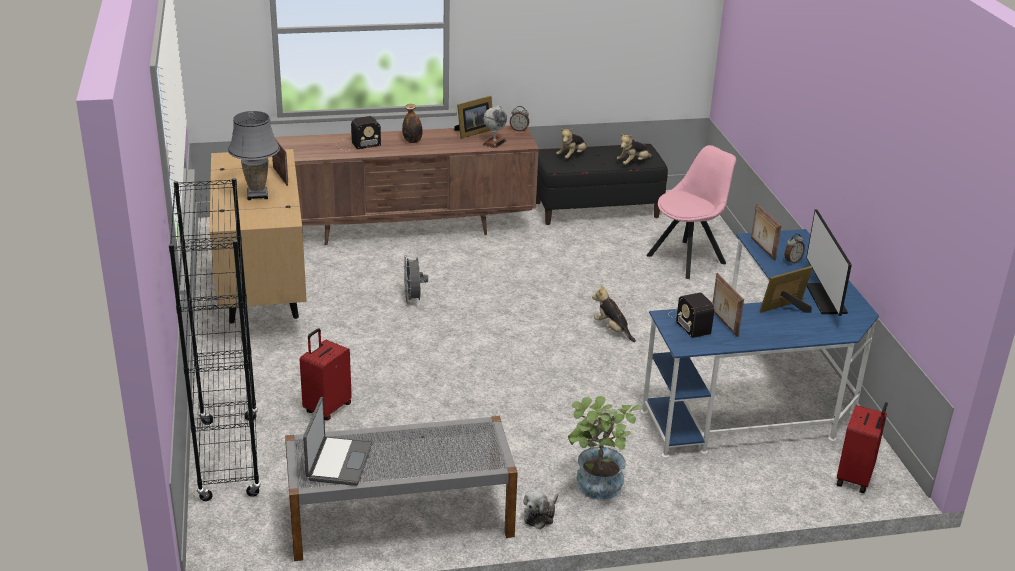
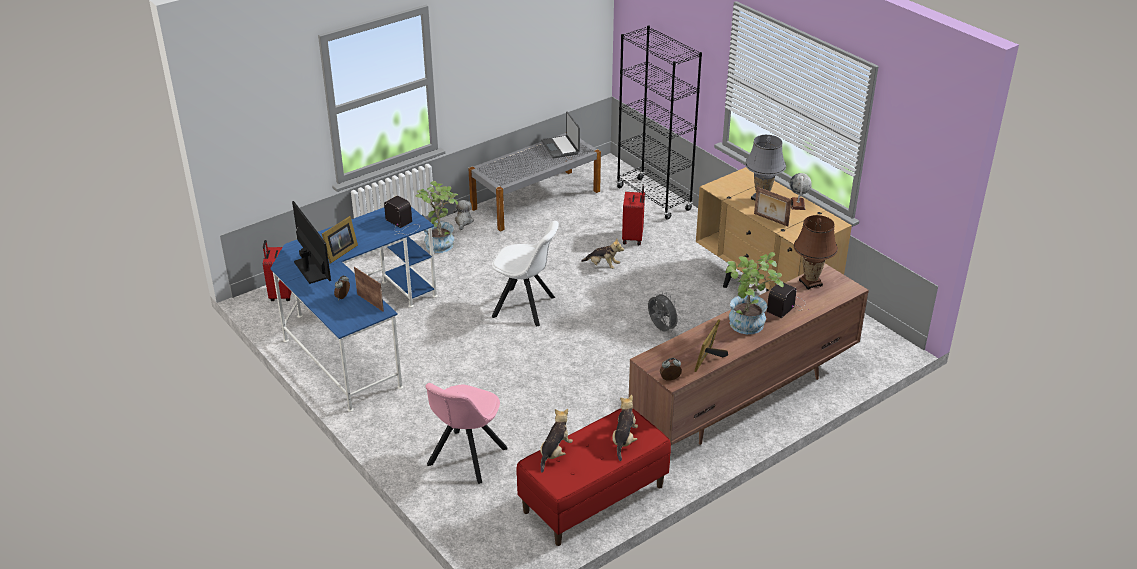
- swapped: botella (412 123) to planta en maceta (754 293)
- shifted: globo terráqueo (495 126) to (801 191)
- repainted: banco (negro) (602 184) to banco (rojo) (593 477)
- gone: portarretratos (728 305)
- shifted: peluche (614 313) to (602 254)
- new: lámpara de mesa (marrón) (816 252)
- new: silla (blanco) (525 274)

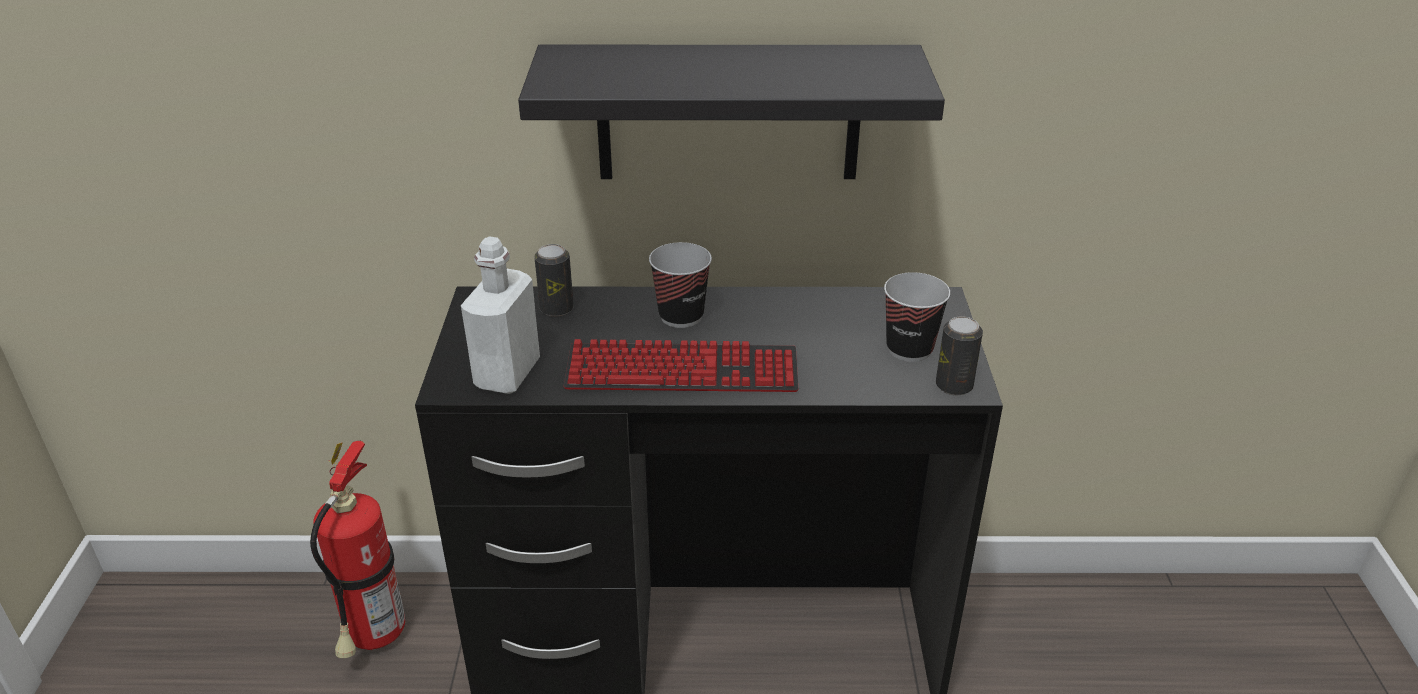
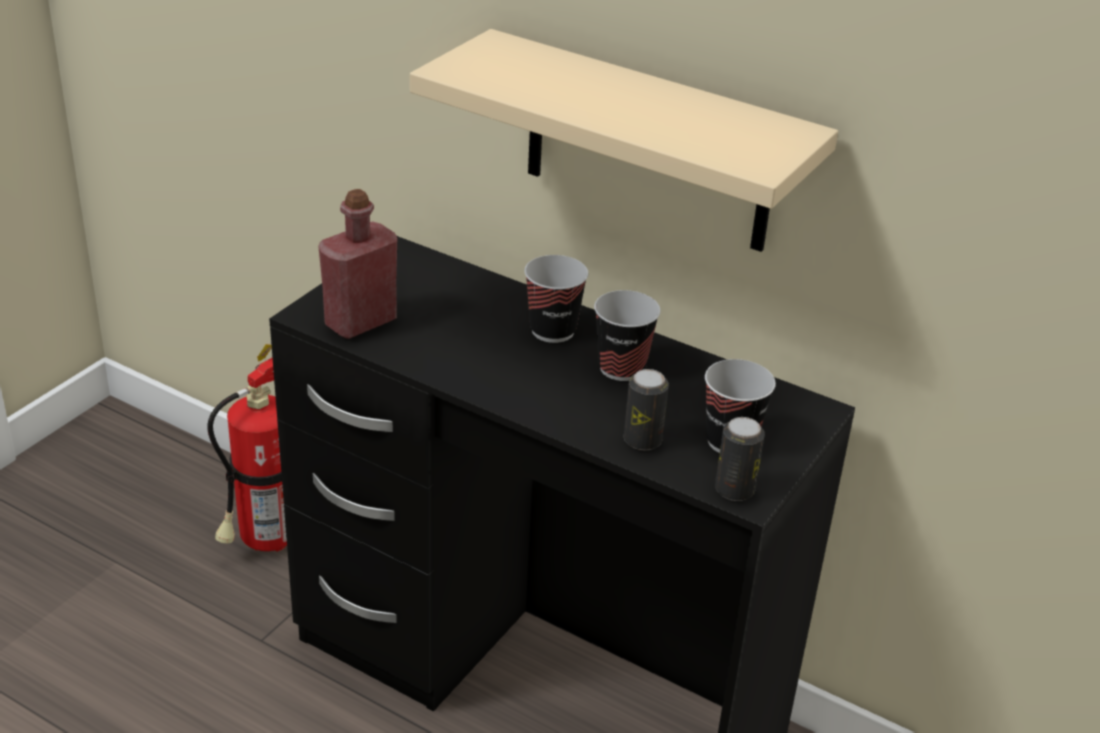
- repainted: estante (negro) (731 112) to estante (beis) (624 140)
- repainted: botella (blanco) (500 315) to botella (rojo) (357 264)
- shifted: lata (554 280) to (646 409)
- gone: teclado (681 365)
- new: taza (627 335)

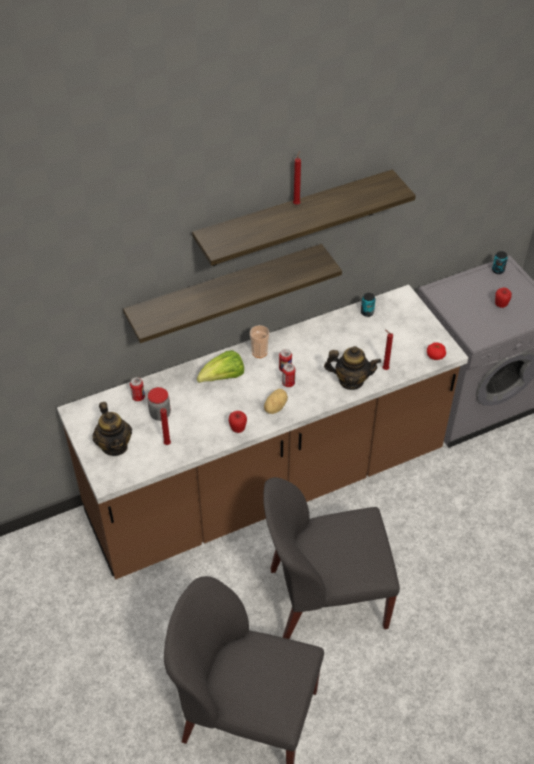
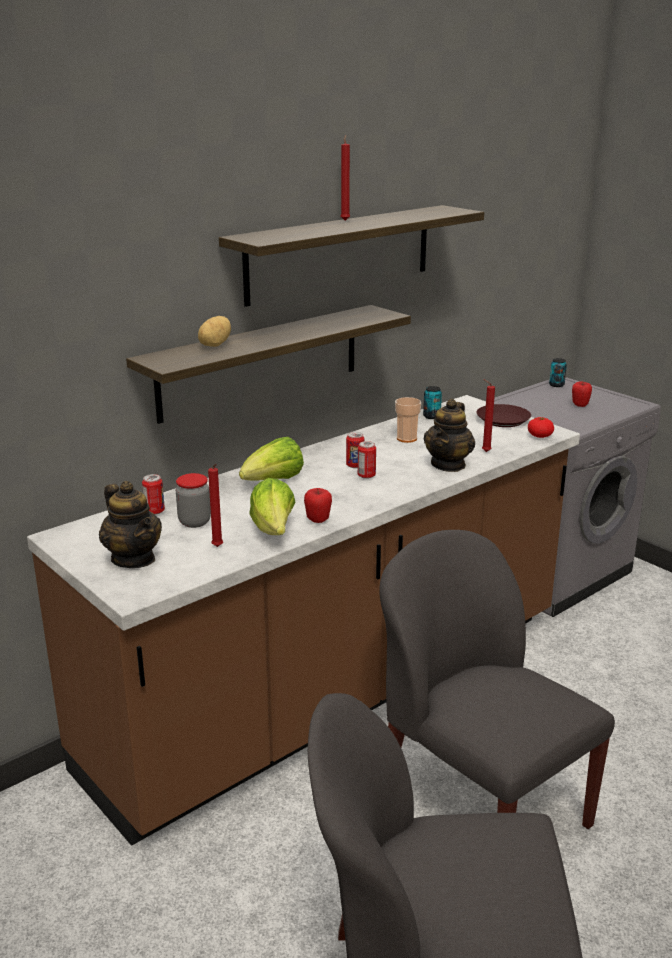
- shifted: taza (259 341) to (408 420)
- rotated: tetera (352 368) = (449 435) 120 degrees clockwise
- shifted: patata (276 401) to (214 331)
- rotated: silla (gris) (331 558) = (497 679) 75 degrees clockwise
- new: plato (marrón) (503 415)
- new: lechuga (272 506)

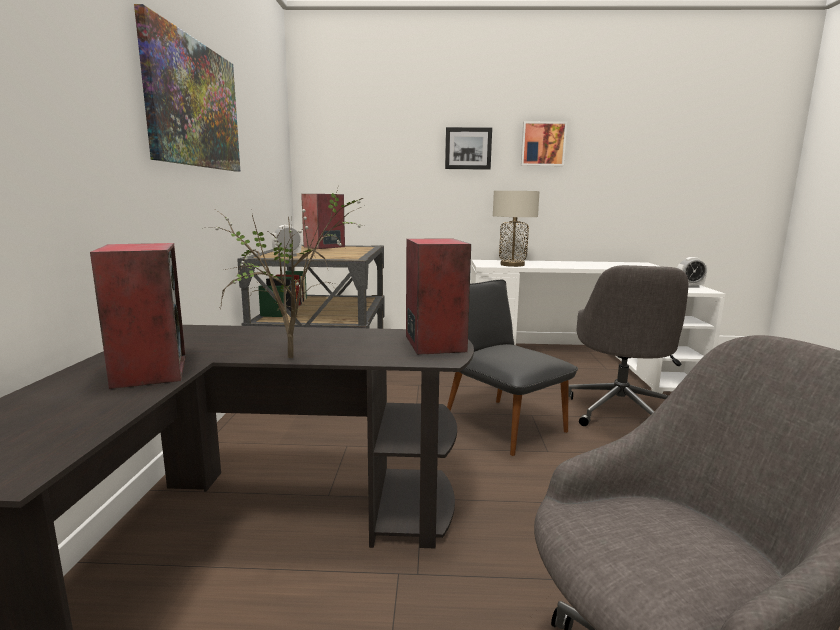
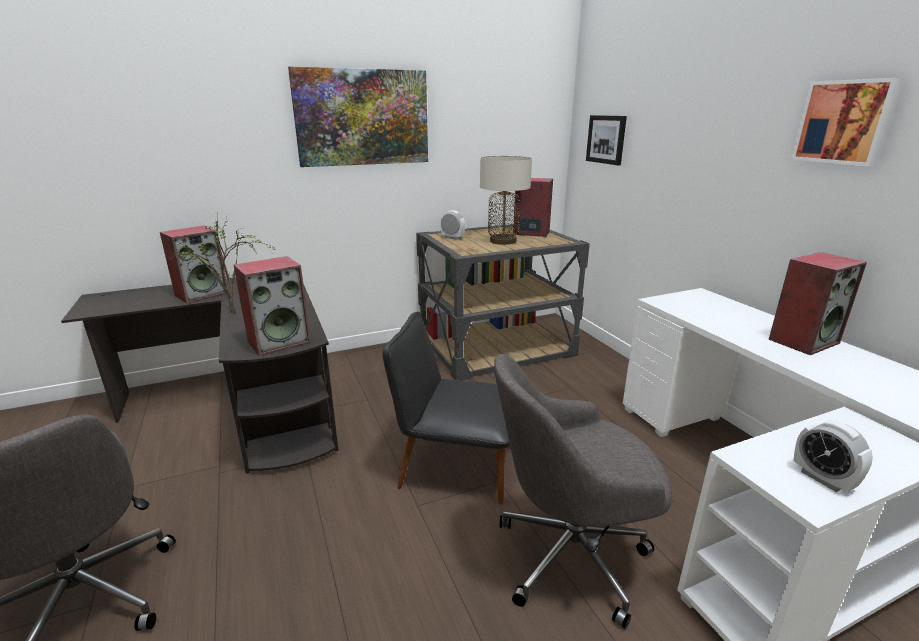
- shifted: cuadro (468 148) to (606 140)
- shifted: lámpara de mesa (516 229) to (506 200)
- rotated: silla (negro) (512 368) = (446 408) 105 degrees counterclockwise
- new: altavoz (818 303)

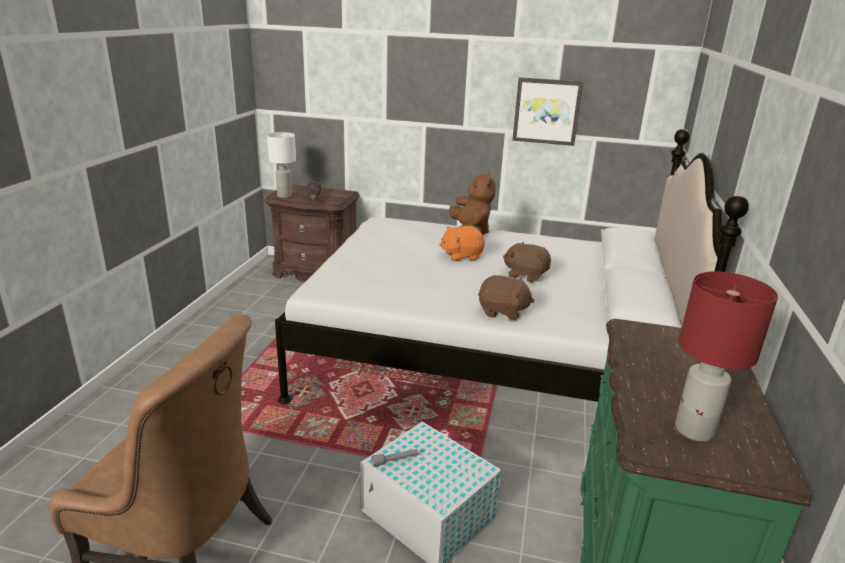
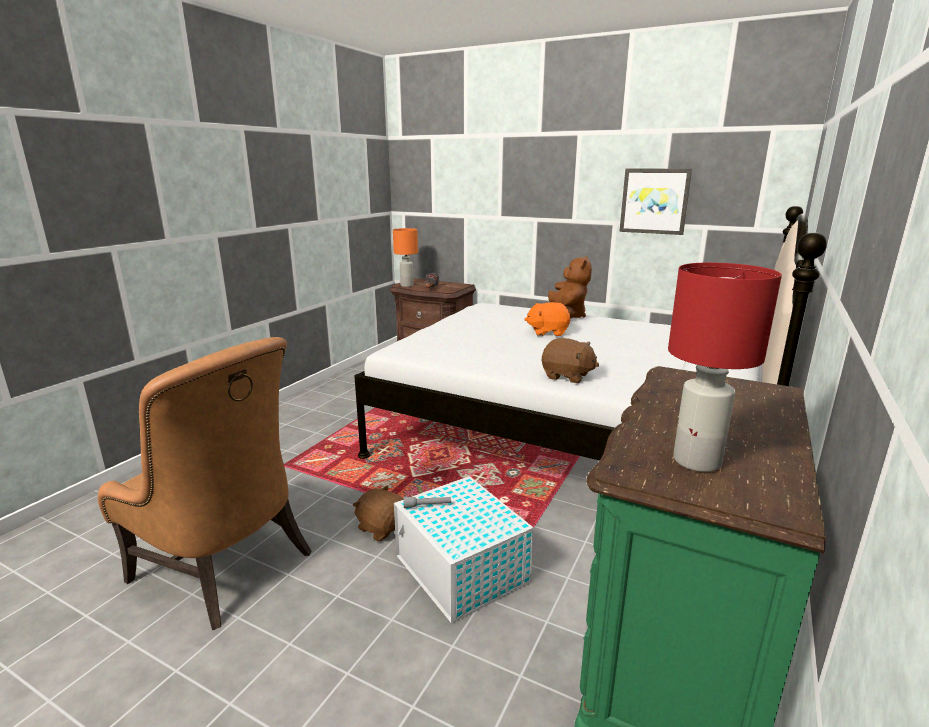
- repainted: lámpara de mesa (blanco) (281 165) to lámpara de mesa (naranja) (405 257)
- shifted: peluche (marrón) (527 262) to (378 513)

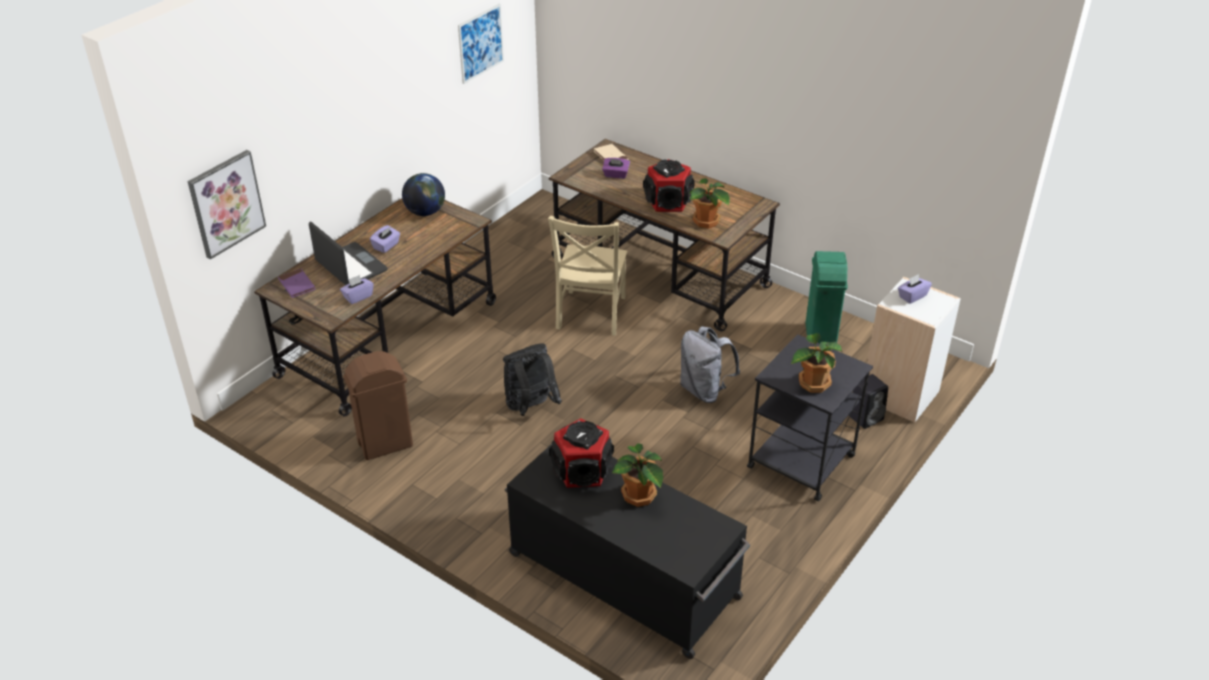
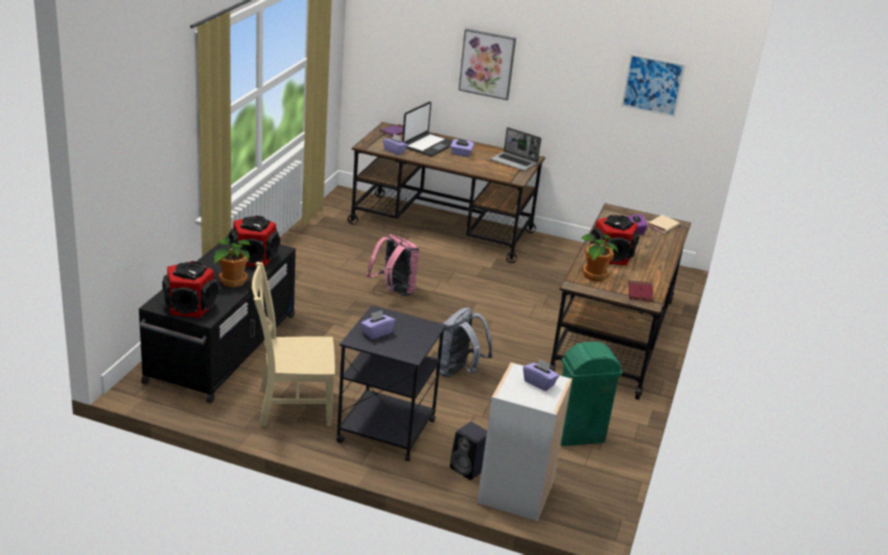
- shifted: cuadro (227 204) to (487 64)
- swapped: globo terráqueo (423 194) to portátil (515 149)
- shifted: silla (beis) (587 276) to (293 344)
- swapped: planta en maceta (816 363) to caja de pañuelos (morado) (378 324)
- repainted: mochila (negro) (532 379) to mochila (rosa) (393 265)
- gone: papelera (marrón) (378 405)
- new: altavoz (190 289)
- new: libro (rojo) (641 291)

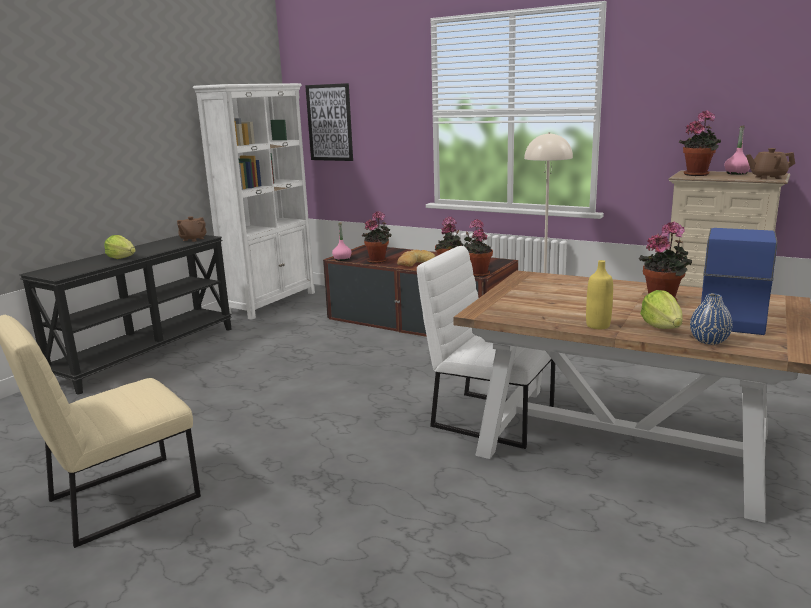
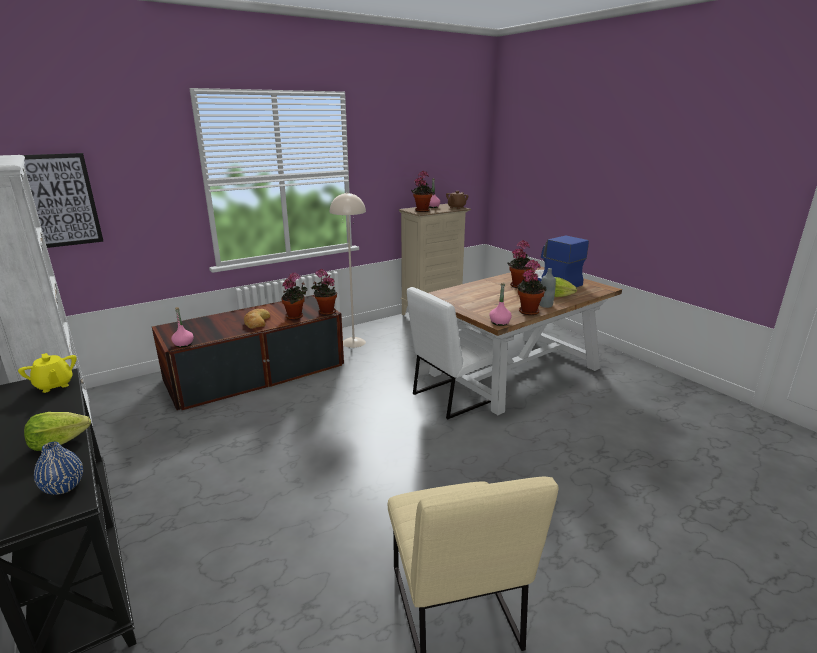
- shifted: planta en maceta (377 237) to (531 287)
- repainted: tetera (marrón) (191 229) to tetera (amarillo) (47 373)
- repainted: botella (amarillo) (599 294) to botella (gris) (547 288)
- shifted: florero (azul) (711 319) to (58 468)
- new: botella (rosa) (500 304)

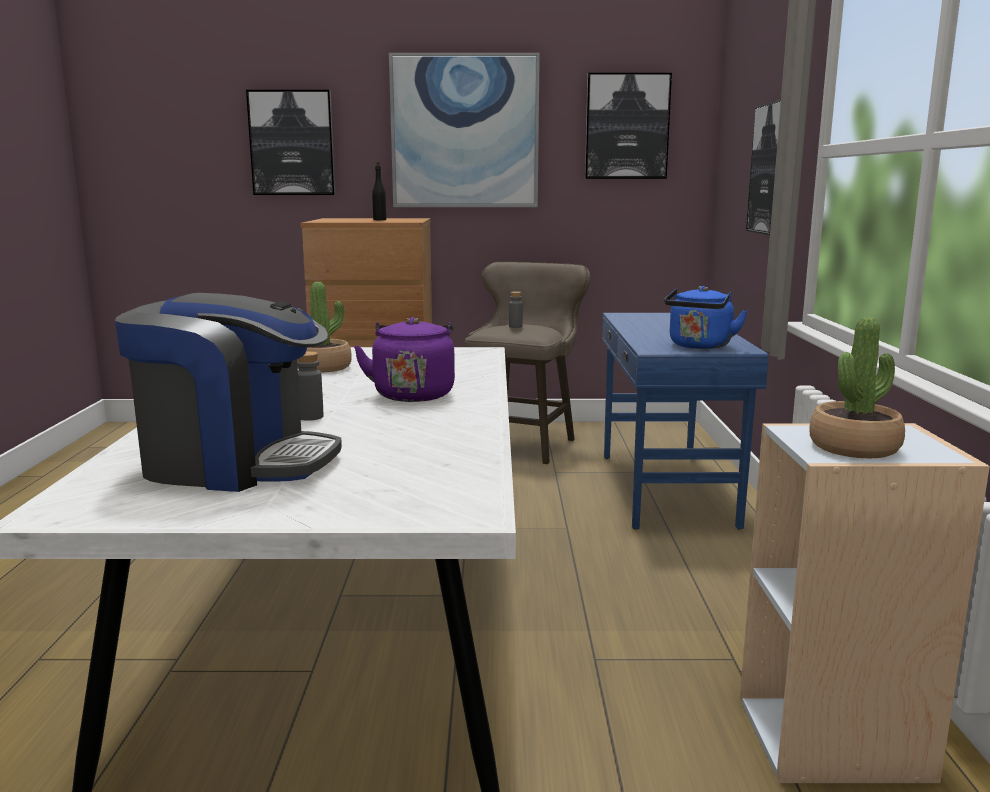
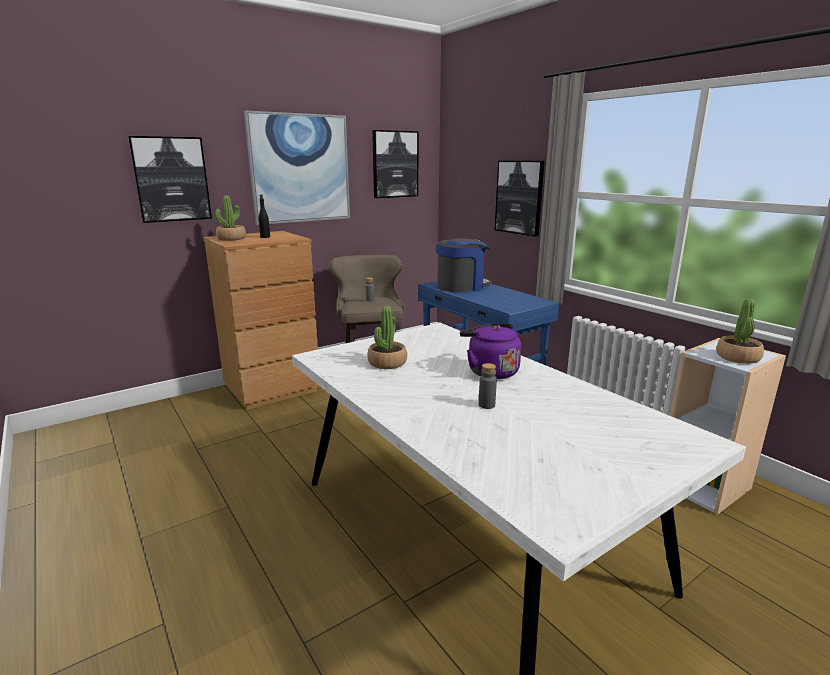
- gone: hervidor (azul) (706 317)
- shifted: cafetera (228 392) to (464 265)
- new: planta en maceta (230 218)

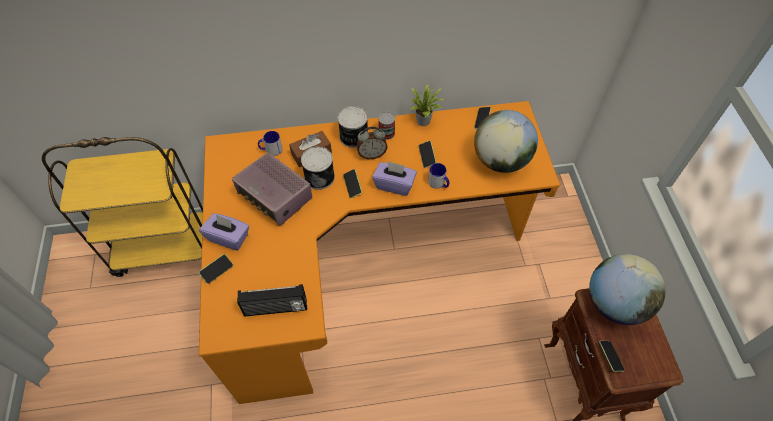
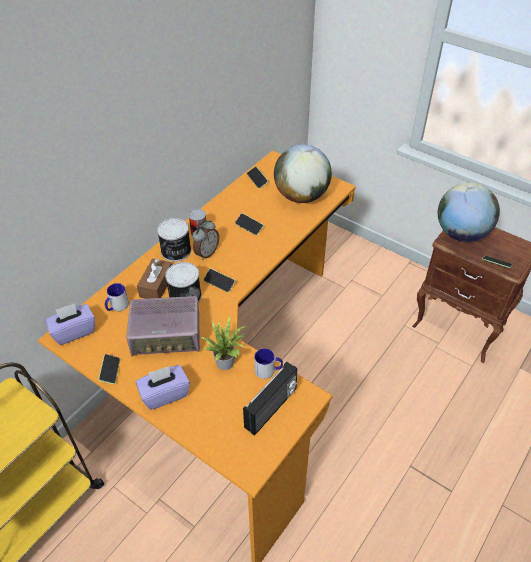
- shifted: planta en maceta (427 105) to (222 343)
- shifted: caja de pañuelos (morado) (394 178) to (70 324)
- shifted: taza grande (438 176) to (268 363)
- shifted: móvil (216 269) to (109 369)

